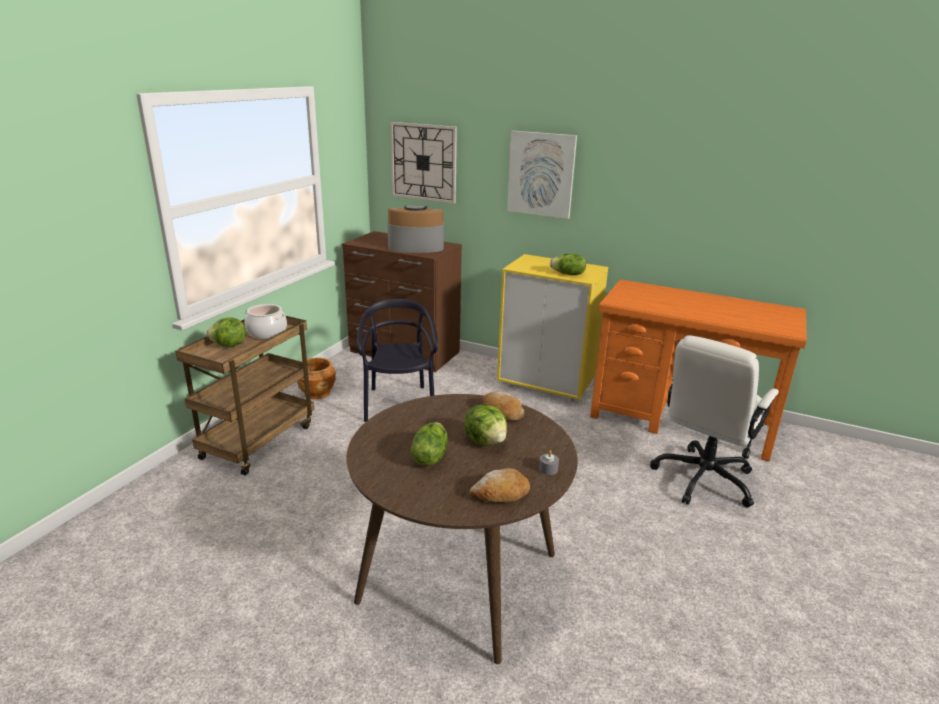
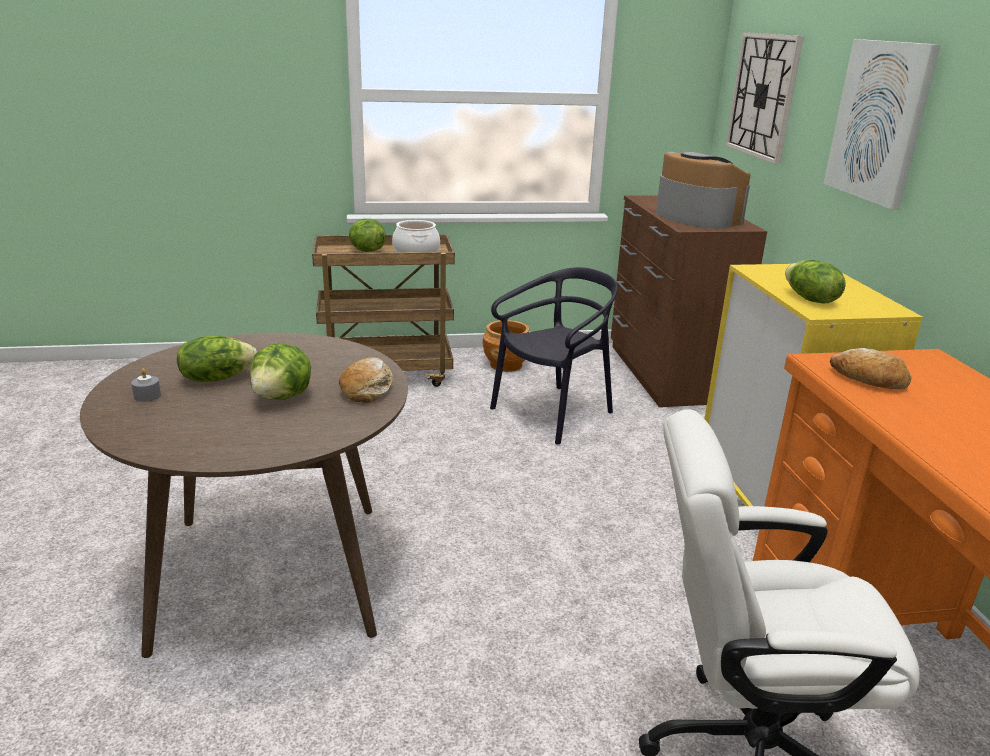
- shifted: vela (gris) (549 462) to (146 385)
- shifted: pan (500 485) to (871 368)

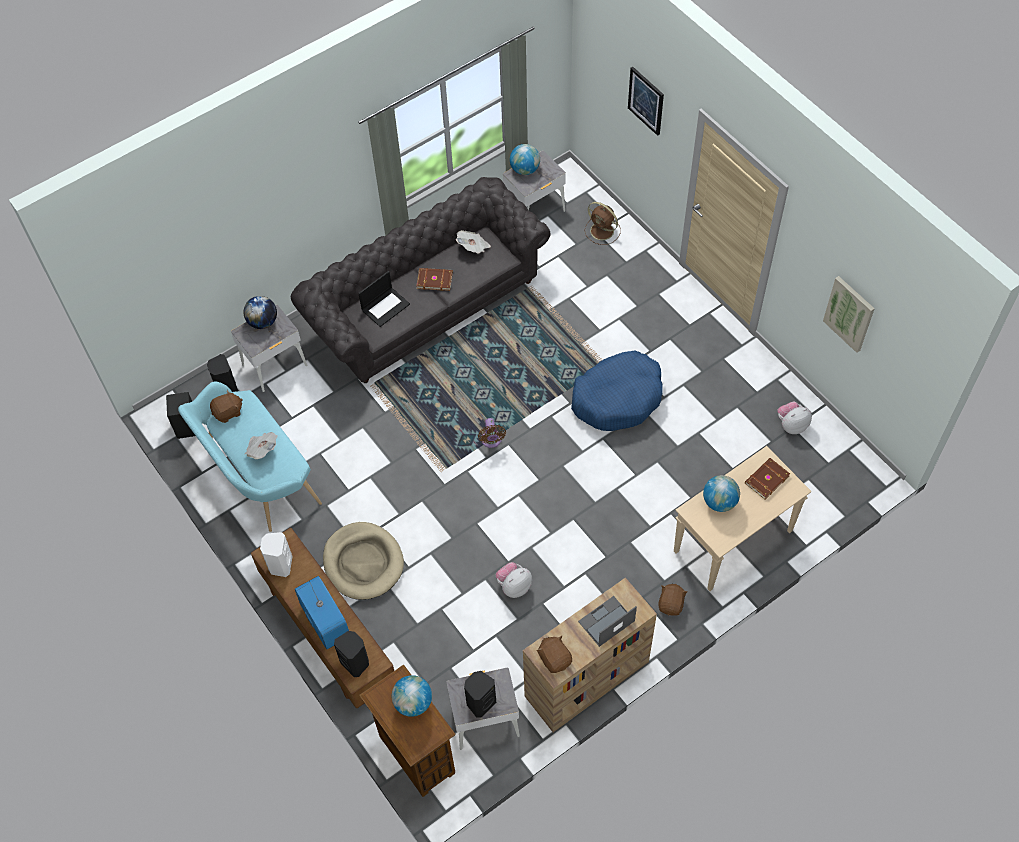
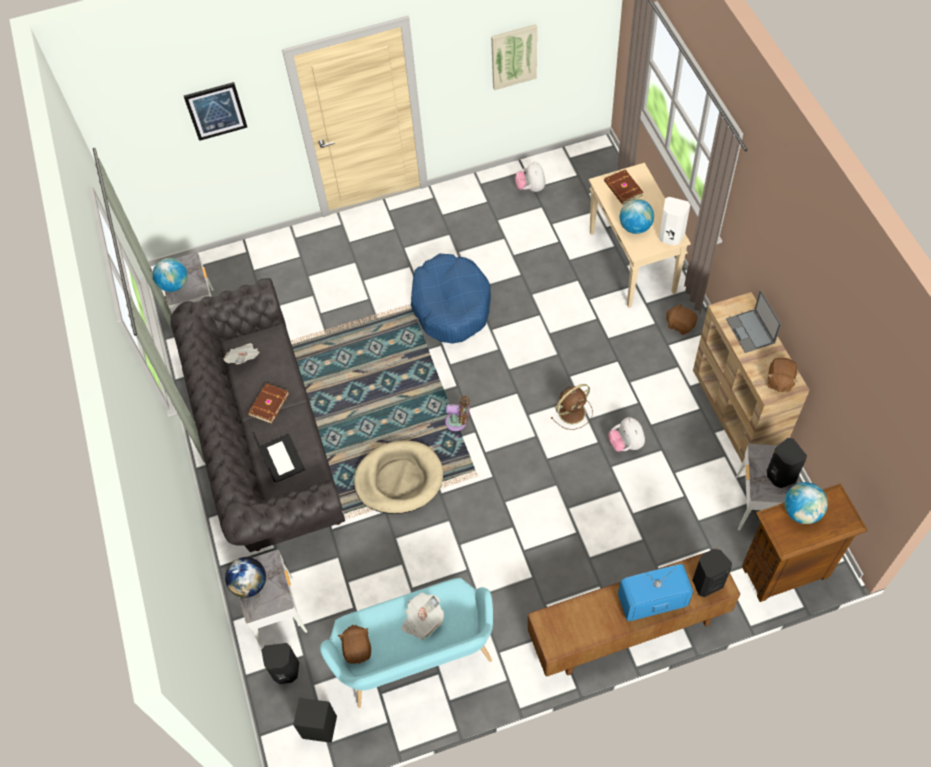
- shifted: ventilador (marrón) (602 223) to (572 407)
- shifted: cama para perro (beis) (363 561) to (398 477)
- shifted: altavoz (blanco) (276 554) to (674 221)
- rotated: peluche (marrón) (554 654) = (782 374) 60 degrees counterclockwise

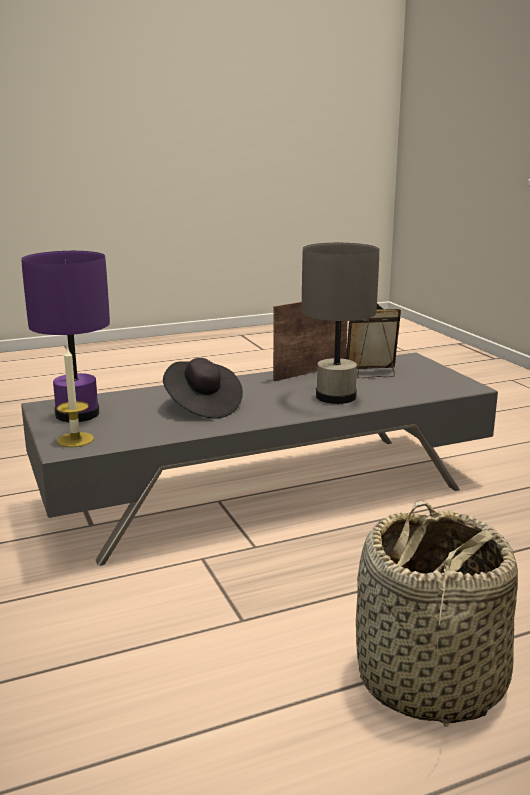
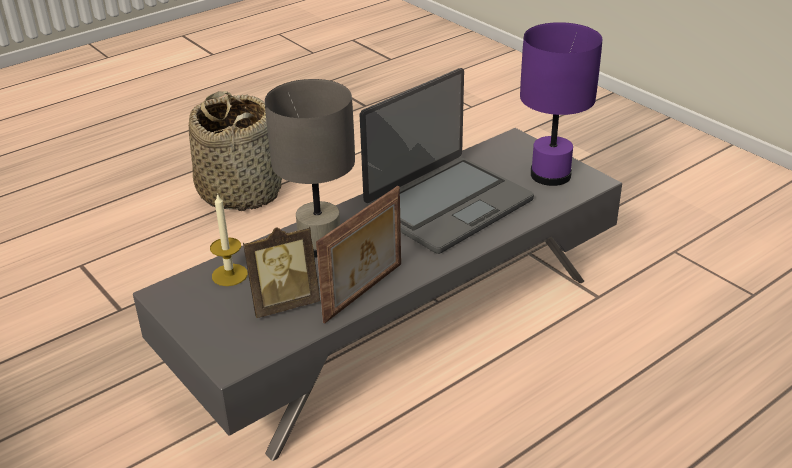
- shifted: vela (75 396) to (229 239)
- swapped: sombrero (negro) (203 388) to portátil (447 161)

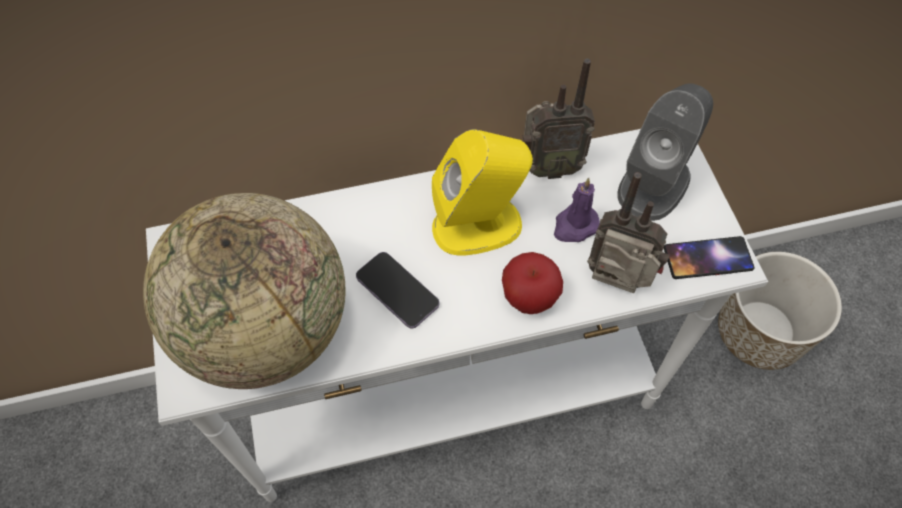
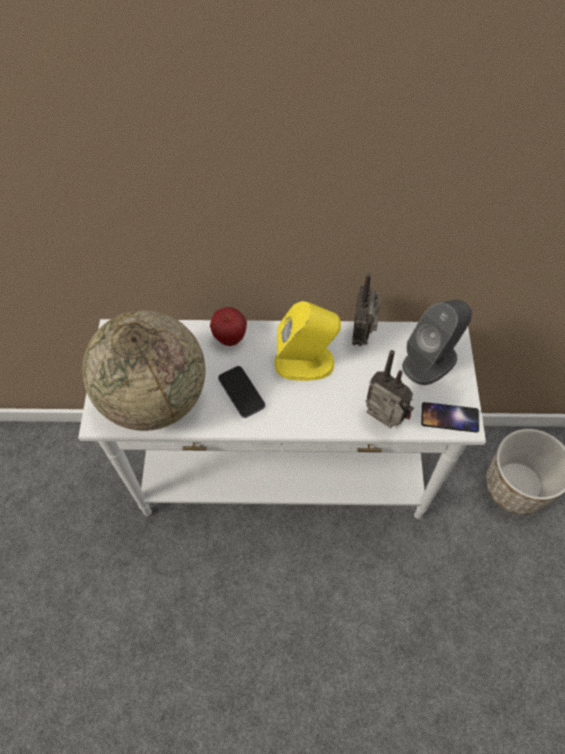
- rotated: radio (559 118) = (366 309) 90 degrees clockwise
- gone: vela (morado) (577 209)
- shifted: manzana (532 283) to (228 326)

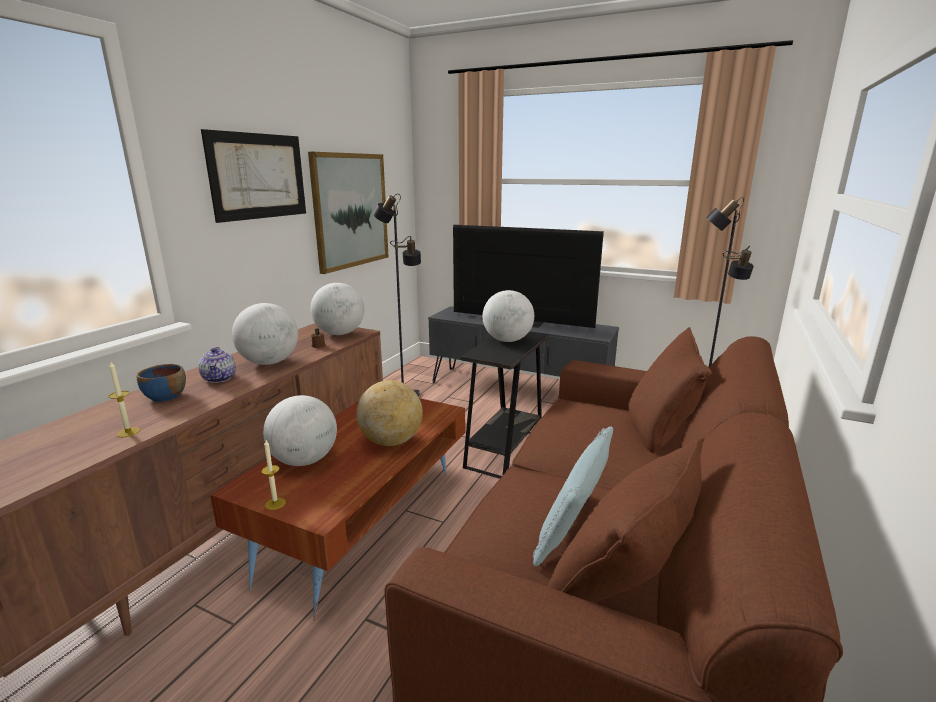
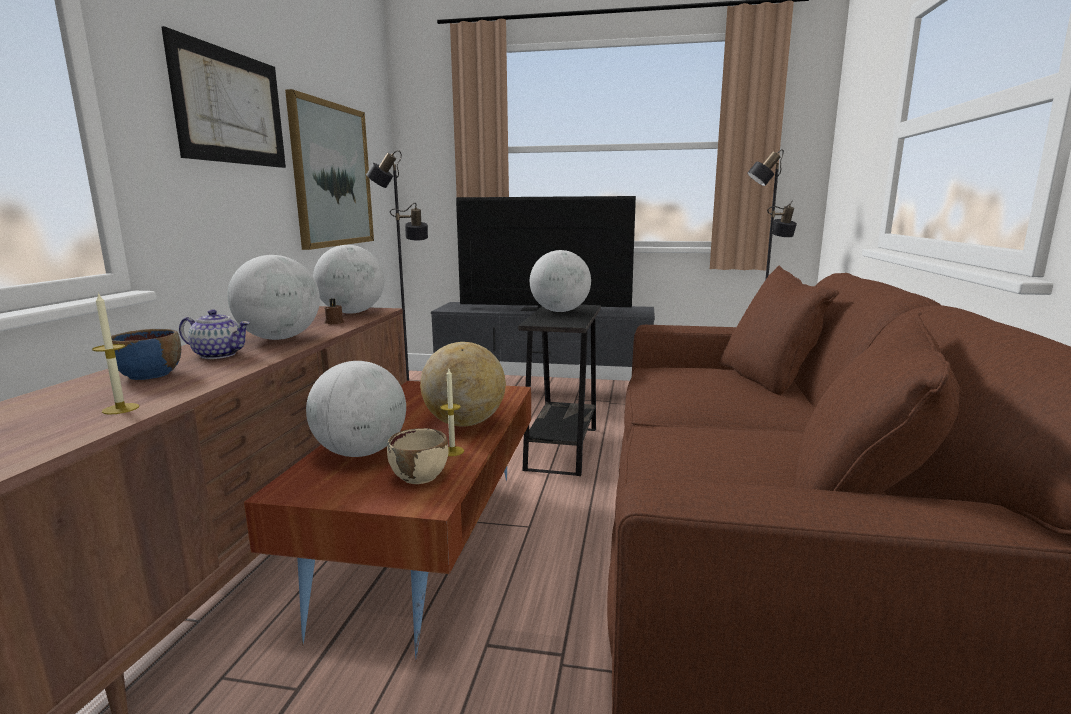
- rotated: tetera (217 365) = (214 334) 45 degrees counterclockwise
- gone: cojín (azul) (572 496)
- shifted: vela (273 475) to (452 412)
- new: cuenco (beis) (417 456)

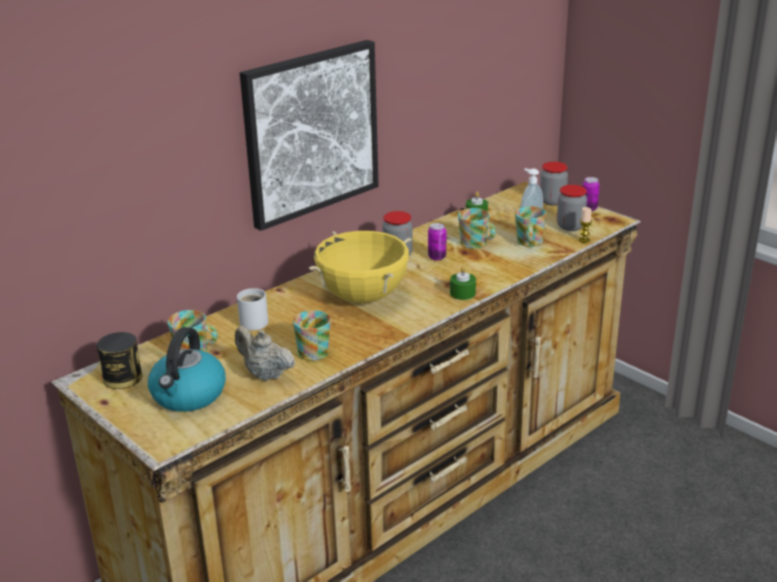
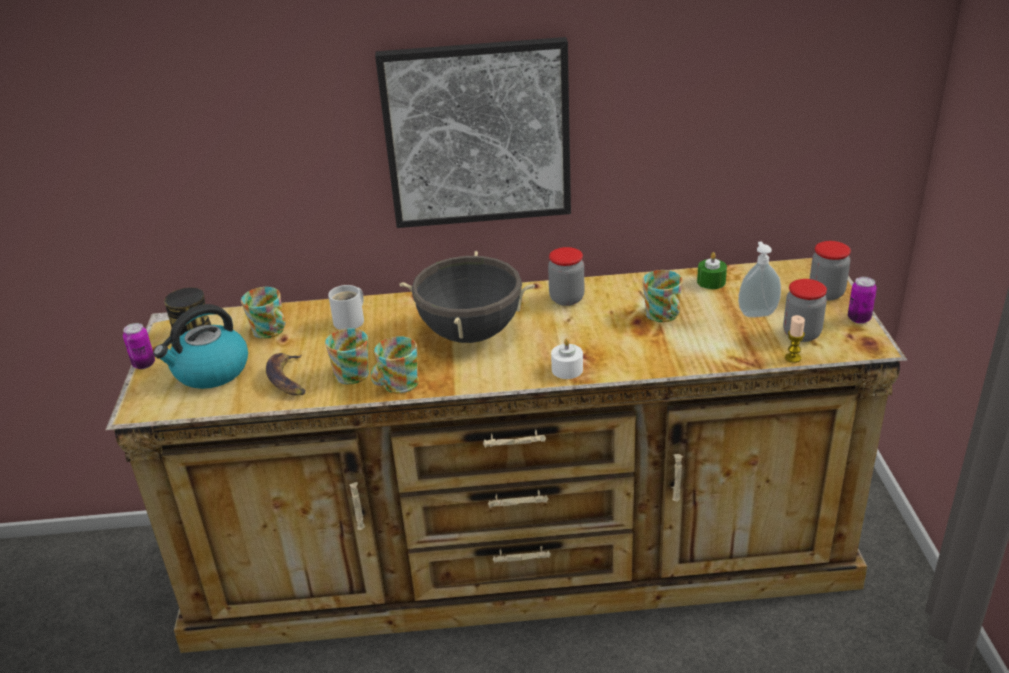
- shifted: taza grande (530 226) to (395 364)
- shifted: lata (437 242) to (139 346)
- repainted: olla (amarillo) (360 267) to olla (negro) (467 297)
- repainted: vela (verde) (463 283) to vela (blanco) (567 358)
- swapped: tetera (beis) (265 353) to plátano (285 374)

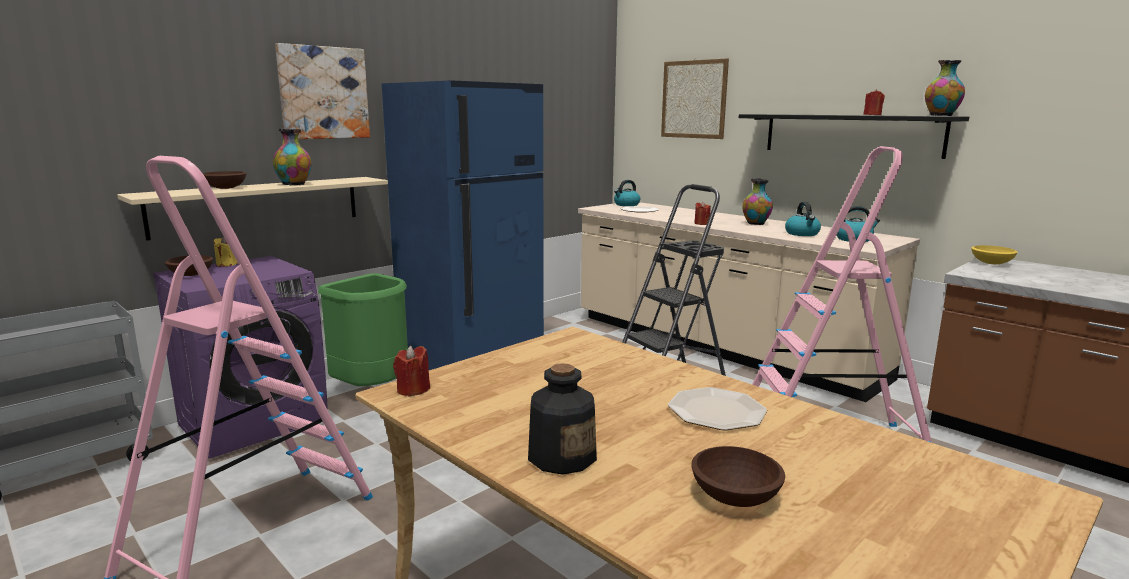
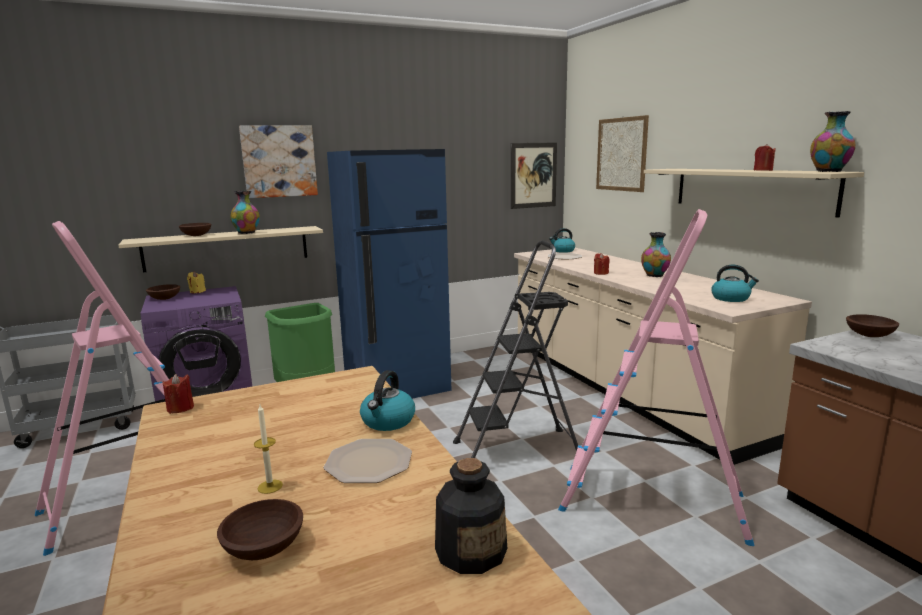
- repainted: estante (negro) (854 136) to estante (beis) (754 193)
- shifted: hervidor (803 219) to (387 400)
- repainted: cuenco (amarillo) (994 254) to cuenco (marrón) (872 325)
- shifted: botella (562 419) to (471 516)
- new: cuadro (534 175)
- new: vela (268 449)

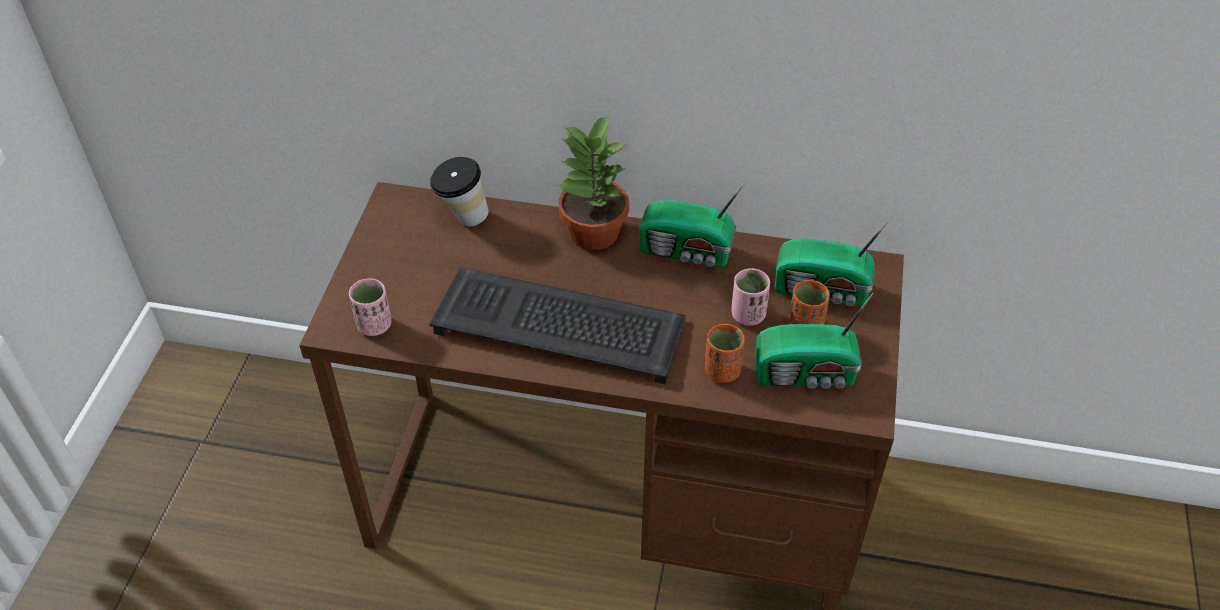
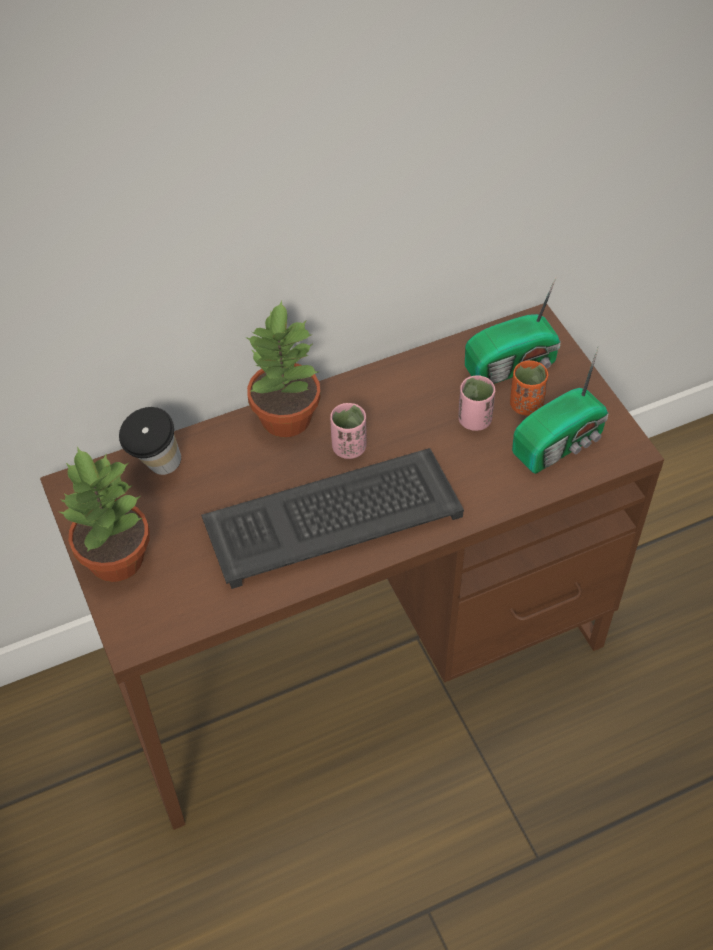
- gone: radio (693 223)
- shifted: taza (rosa) (370 307) to (348 431)
- gone: taza (naranja) (725 353)
- new: planta en maceta (104 514)

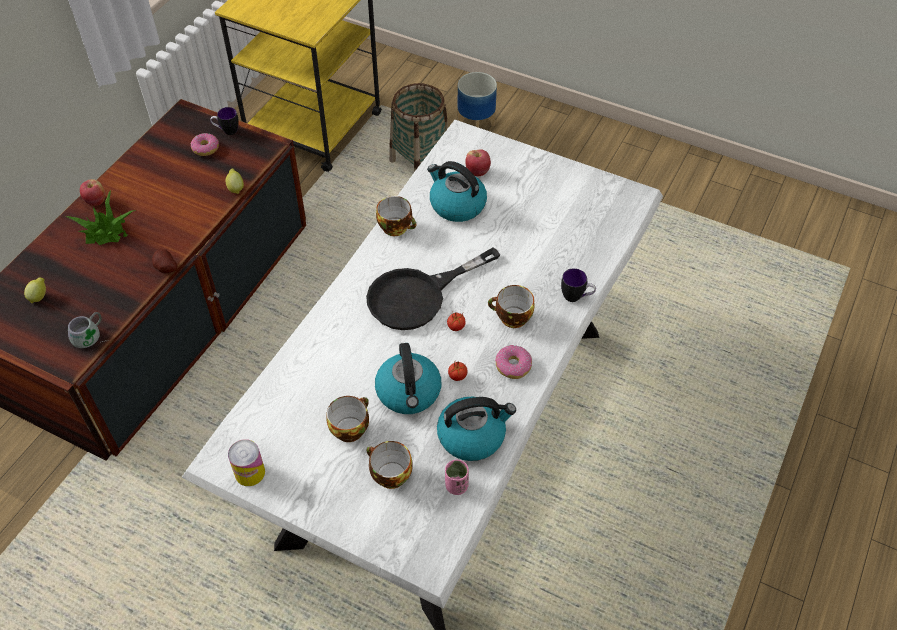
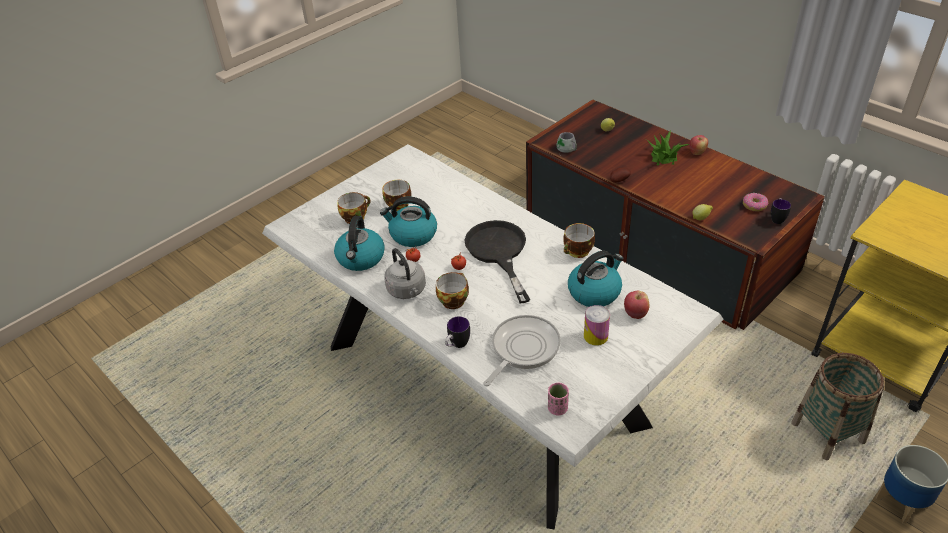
- swapped: rosquilla (513 362) to hervidor (gris) (405 273)
- shifted: lata (246 462) to (597 325)
- shifted: taza (rosa) (457 477) to (558 399)
- new: sartén (522 350)

